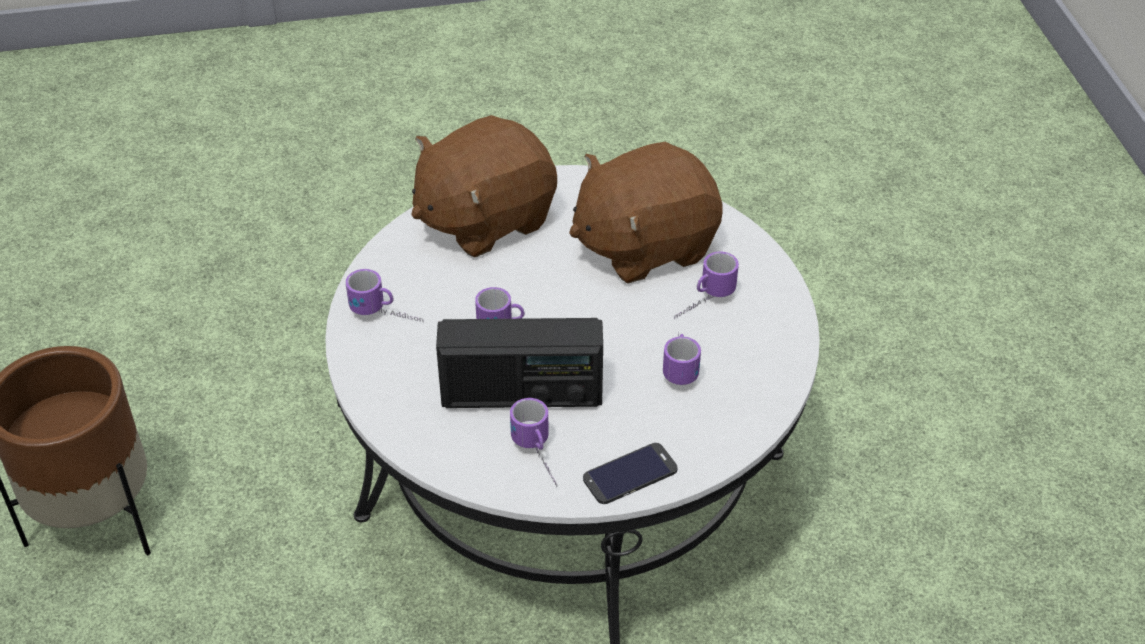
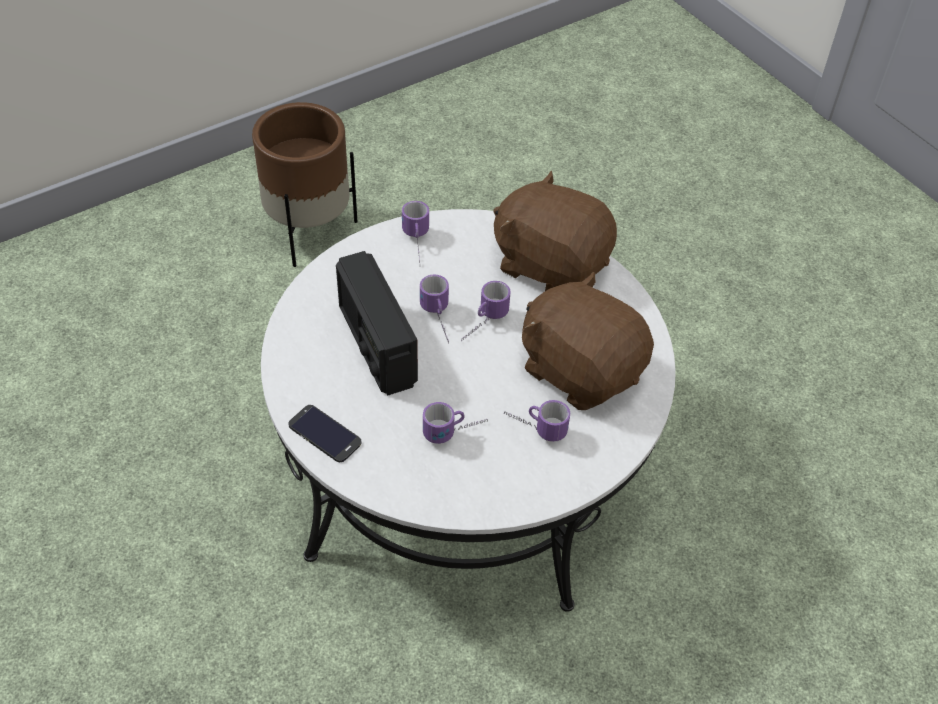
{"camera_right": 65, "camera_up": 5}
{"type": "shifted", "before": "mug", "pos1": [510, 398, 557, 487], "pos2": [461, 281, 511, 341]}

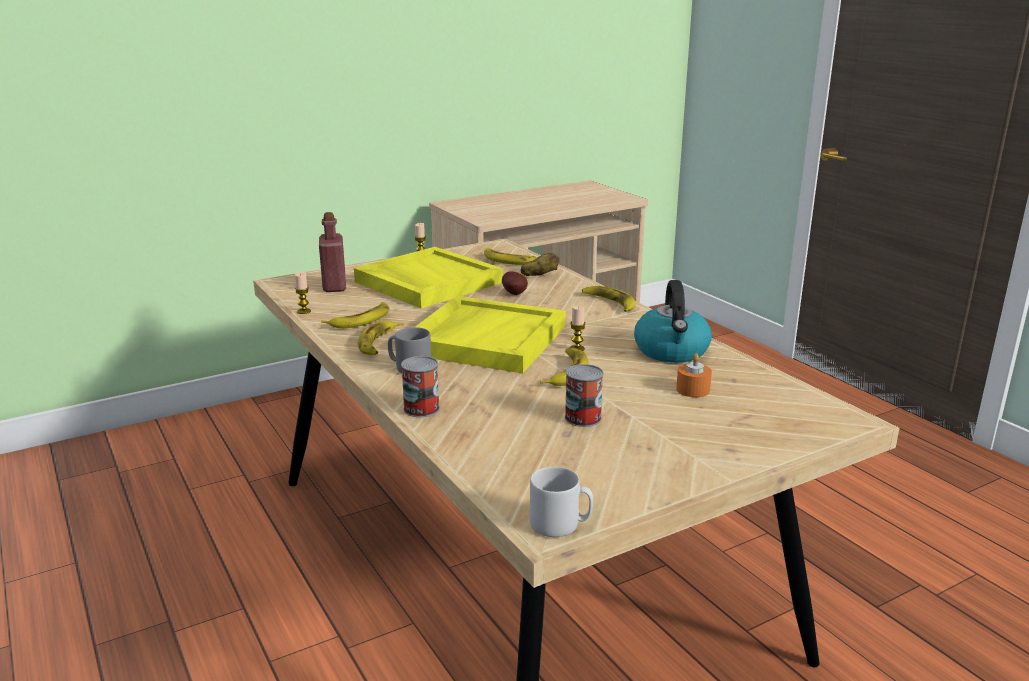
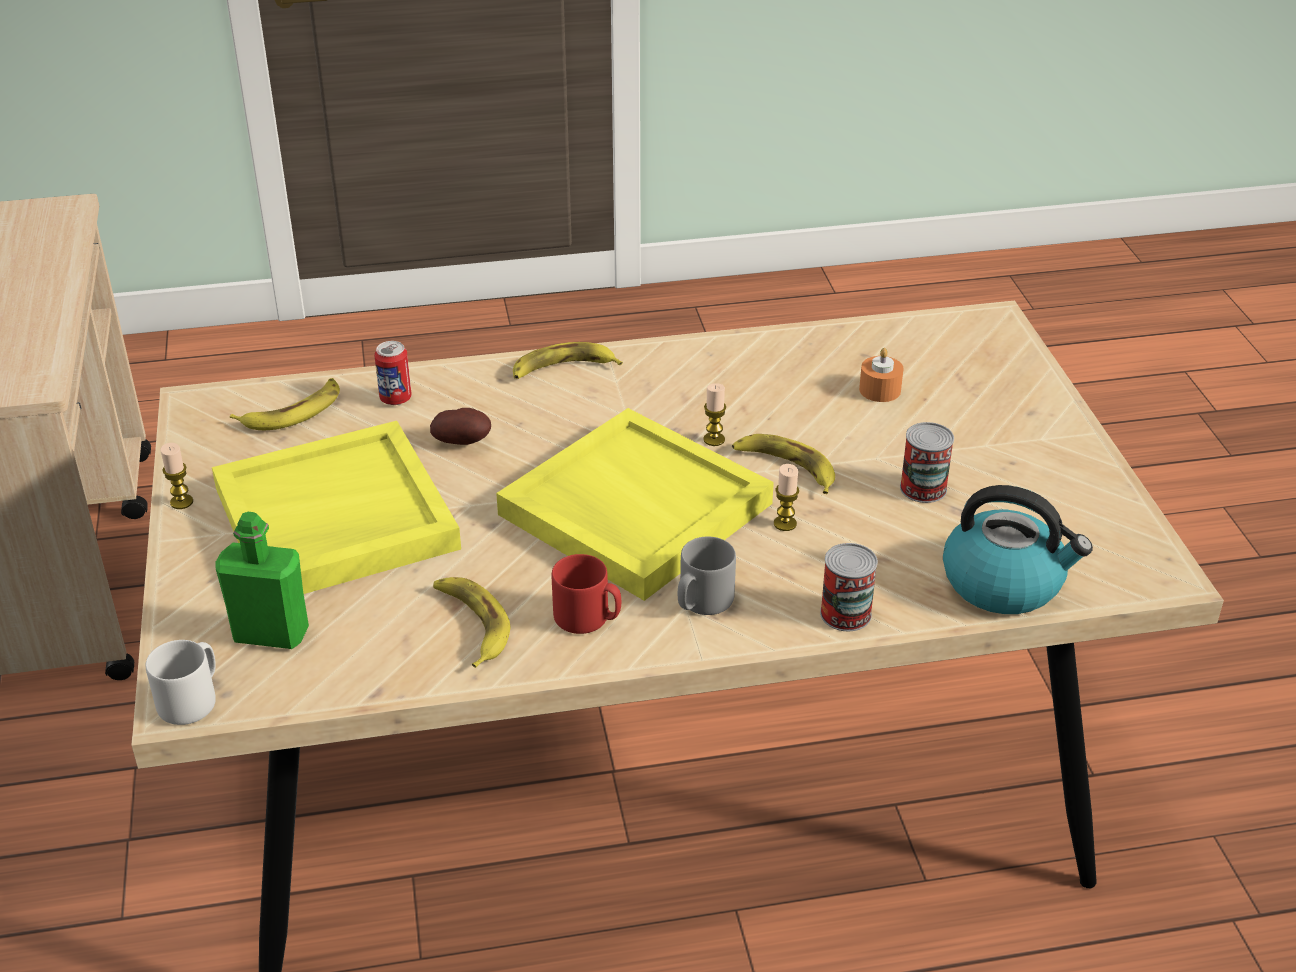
{"camera_right": -70, "camera_up": 15}
{"type": "shifted", "before": "wax light", "pos1": [295, 272, 311, 314], "pos2": [774, 464, 799, 531]}
{"type": "repainted", "before": "drink bottle (red-coloured)", "after": "drink bottle (green-coloured)", "pos1": [319, 212, 346, 292], "pos2": [215, 512, 309, 649]}
{"type": "swapped", "before": "whole banana", "after": "mug (red-coloured)", "pos1": [357, 321, 404, 355], "pos2": [552, 554, 621, 634]}
{"type": "swapped", "before": "spud", "after": "sealed can", "pos1": [521, 253, 560, 276], "pos2": [374, 341, 412, 405]}
{"type": "shifted", "before": "mug (gray)", "pos1": [530, 467, 593, 537], "pos2": [145, 640, 216, 725]}
{"type": "shifted", "before": "water kettle", "pos1": [634, 280, 712, 363], "pos2": [943, 485, 1093, 614]}

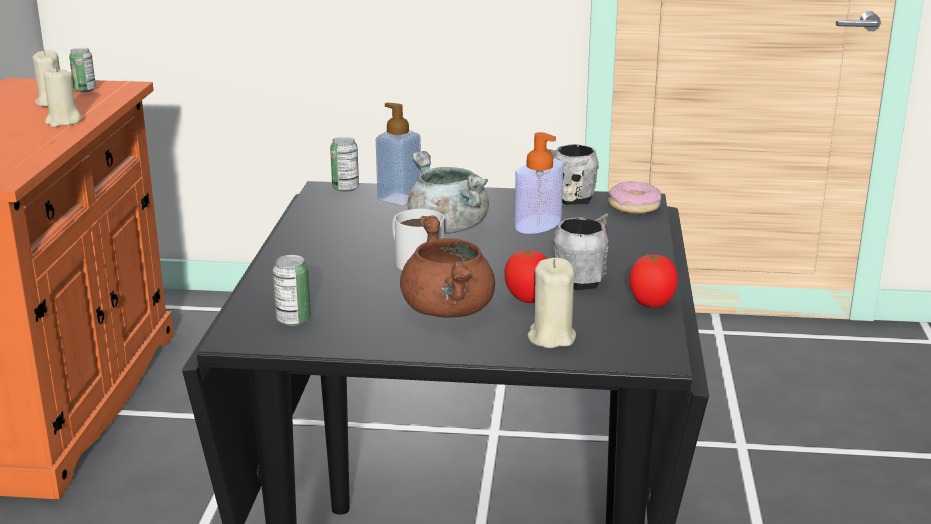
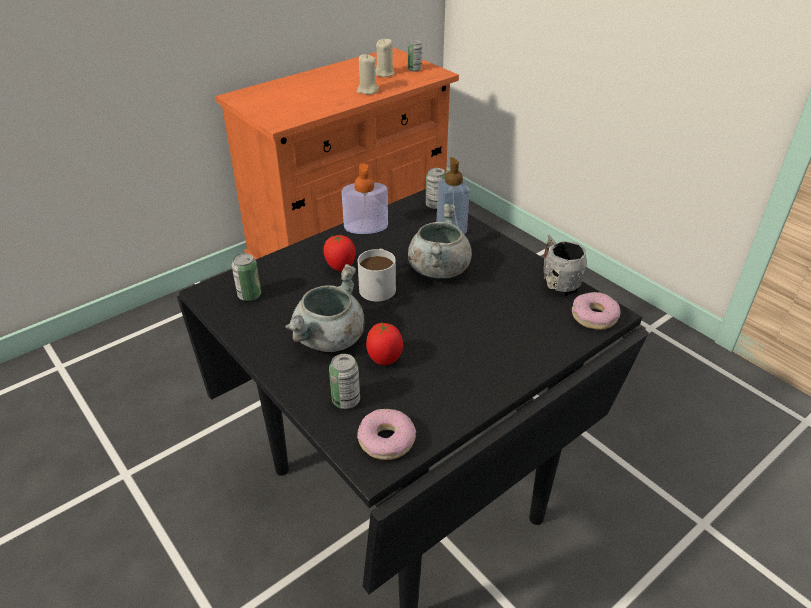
{"camera_right": 45, "camera_up": 15}
{"type": "repainted", "before": "saucepot (brownish)", "after": "saucepot (gray)", "pos1": [400, 215, 495, 318], "pos2": [285, 264, 365, 352]}
{"type": "shifted", "before": "soap bottle", "pos1": [515, 132, 563, 234], "pos2": [342, 164, 388, 234]}
{"type": "swapped", "before": "wax light (sand-coloured)", "after": "sealed can", "pos1": [528, 258, 576, 348], "pos2": [329, 354, 360, 409]}
{"type": "gone", "before": "mug (gray)", "pos1": [554, 214, 609, 290]}
{"type": "shifted", "before": "whole tomato", "pos1": [629, 254, 678, 307], "pos2": [323, 234, 356, 271]}
{"type": "new", "after": "doughnut", "pos2": [357, 409, 416, 460]}

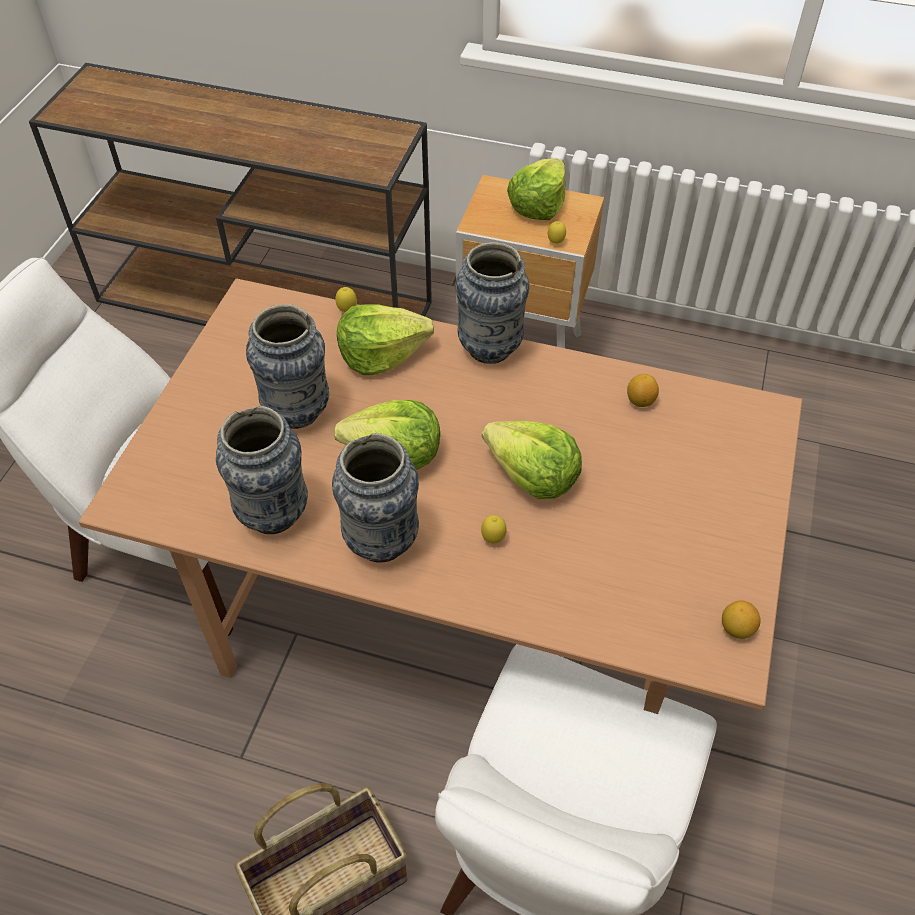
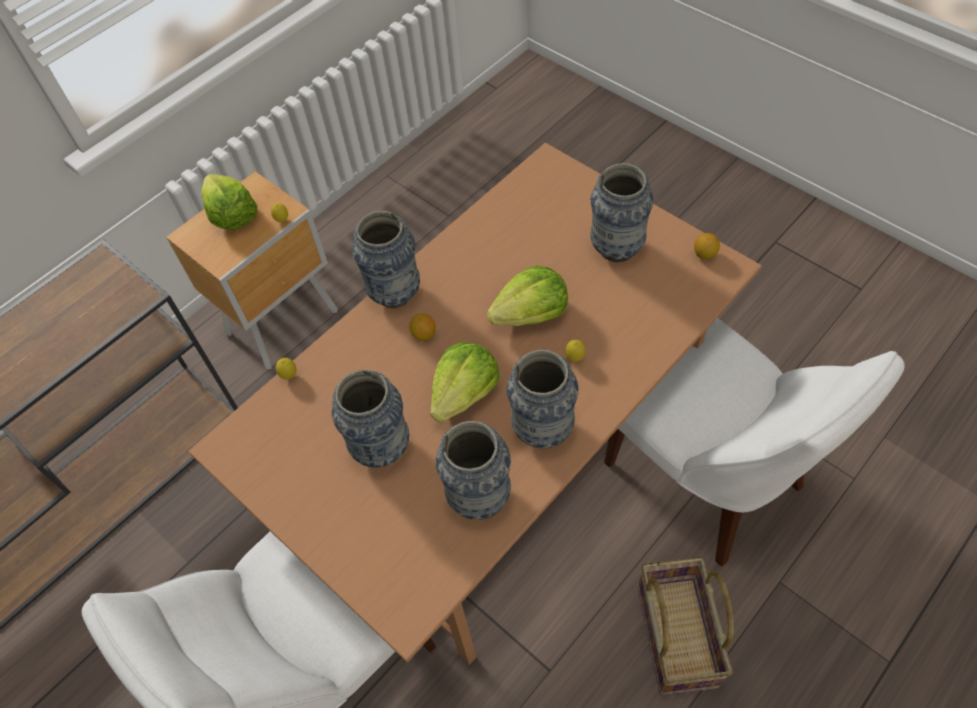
{"camera_right": -60, "camera_up": 5}
{"type": "gone", "before": "lettuce head", "pos1": [337, 304, 434, 375]}
{"type": "shifted", "before": "lemon", "pos1": [627, 374, 659, 407], "pos2": [409, 314, 436, 341]}
{"type": "new", "after": "decorative vase", "pos2": [590, 163, 653, 262]}

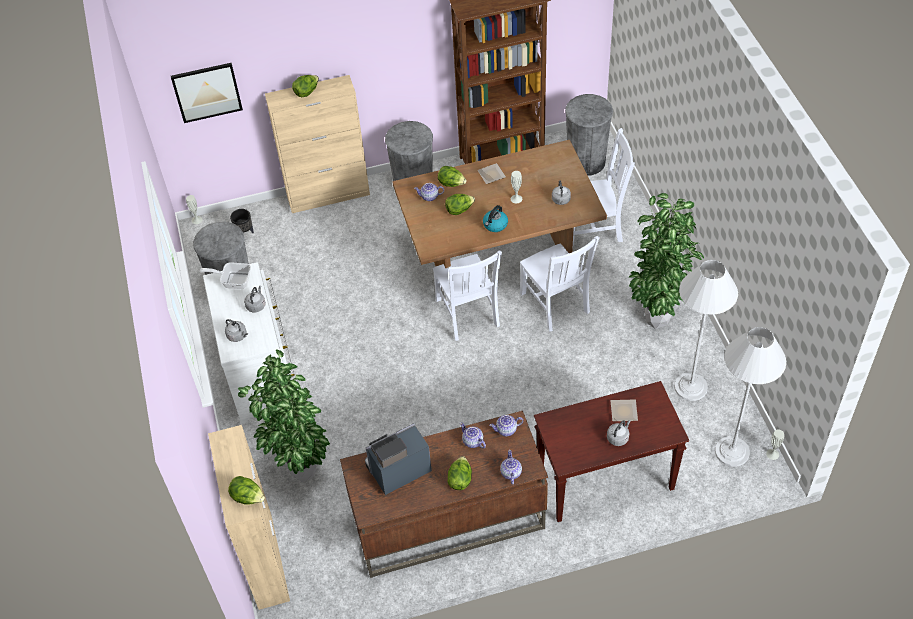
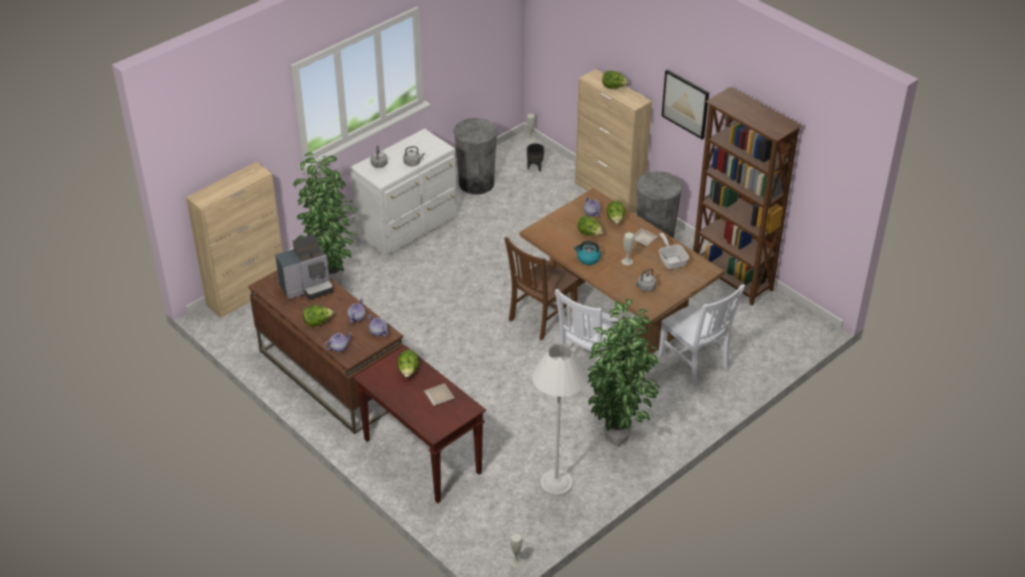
{"camera_right": 60, "camera_up": -10}
{"type": "shifted", "before": "wall picture", "pos1": [171, 63, 243, 123], "pos2": [662, 69, 709, 140]}
{"type": "shifted", "before": "frying pan", "pos1": [200, 262, 251, 289], "pos2": [659, 233, 689, 269]}
{"type": "shifted", "before": "lettuce head", "pos1": [228, 476, 265, 505], "pos2": [398, 350, 418, 377]}
{"type": "rotated", "before": "coffee maker", "pos1": [365, 423, 432, 495], "pos2": [275, 234, 333, 300], "turn": 120}
{"type": "repainted", "before": "upright chair (whitish)", "after": "upright chair (brownish)", "pos1": [433, 250, 502, 341], "pos2": [504, 237, 578, 340]}
{"type": "gone", "before": "rubbish bin (gray)", "pos1": [565, 94, 613, 176]}
{"type": "gone", "before": "water kettle (gray)", "pos1": [607, 420, 631, 446]}
{"type": "gone", "before": "floor lamp (whitish)", "pos1": [715, 327, 786, 467]}

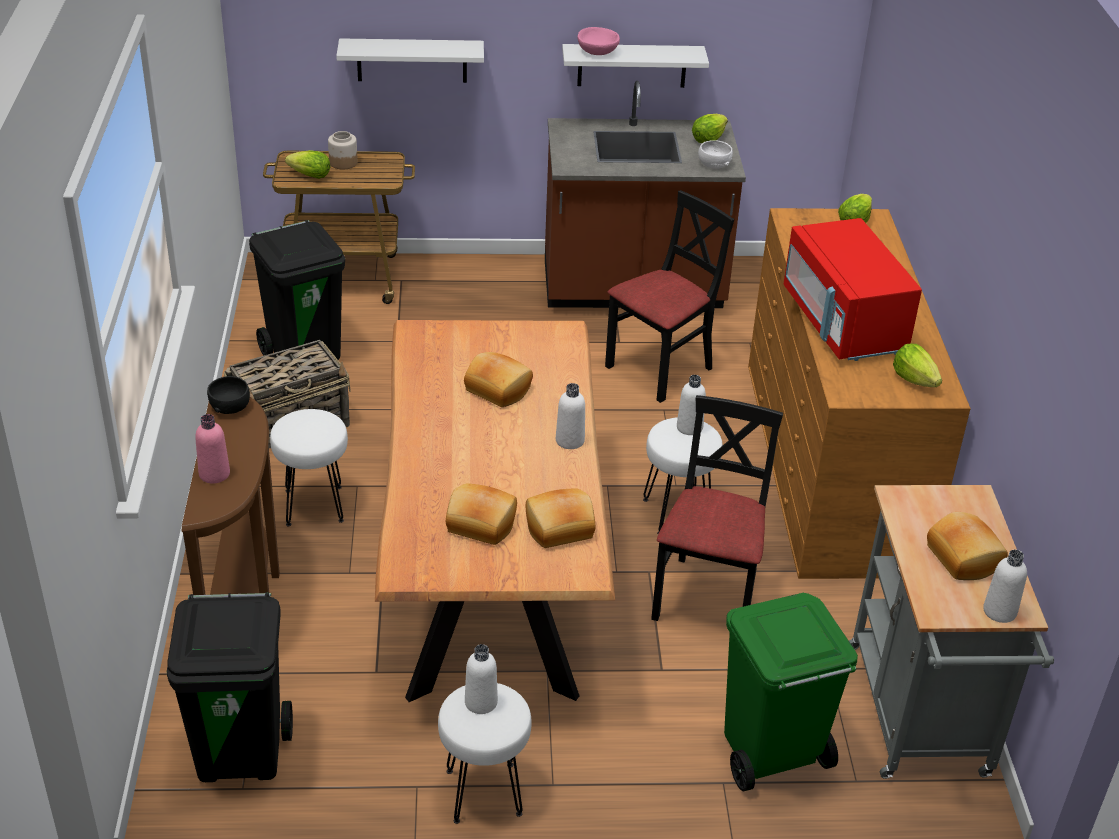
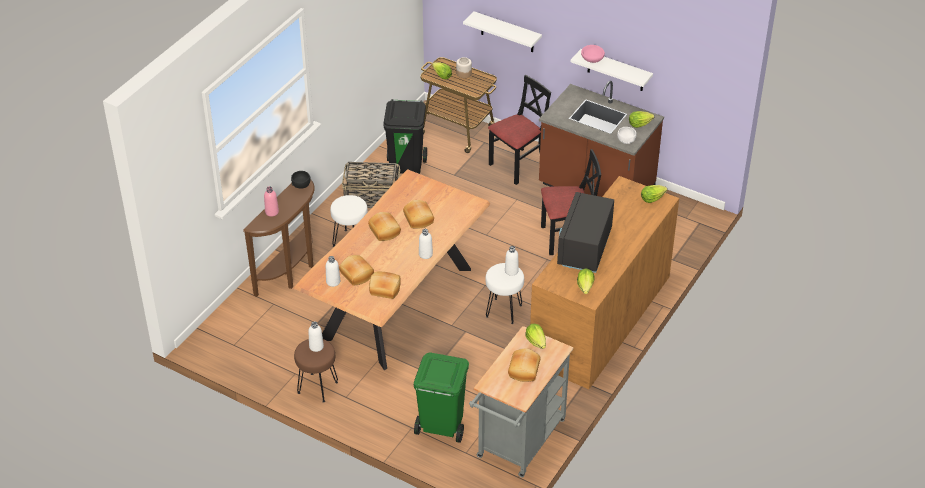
{"camera_right": 35, "camera_up": 5}
{"type": "gone", "before": "rubbish bin (black-coloured)", "pos1": [167, 592, 293, 782]}
{"type": "repainted", "before": "sitting stool (whitish)", "after": "sitting stool (brownish)", "pos1": [438, 683, 532, 824], "pos2": [294, 339, 338, 403]}
{"type": "shifted", "before": "upright chair (black-coloured)", "pos1": [651, 395, 783, 621], "pos2": [488, 75, 551, 185]}
{"type": "repainted", "before": "kitchen microwave (red-coloured)", "after": "kitchen microwave (black-coloured)", "pos1": [783, 218, 922, 361], "pos2": [557, 192, 614, 273]}
{"type": "shifted", "before": "drink bottle (whitish)", "pos1": [983, 550, 1027, 623], "pos2": [326, 256, 340, 287]}
{"type": "new", "after": "bread", "pos2": [368, 212, 401, 241]}
{"type": "new", "after": "lettuce head", "pos2": [526, 324, 546, 349]}

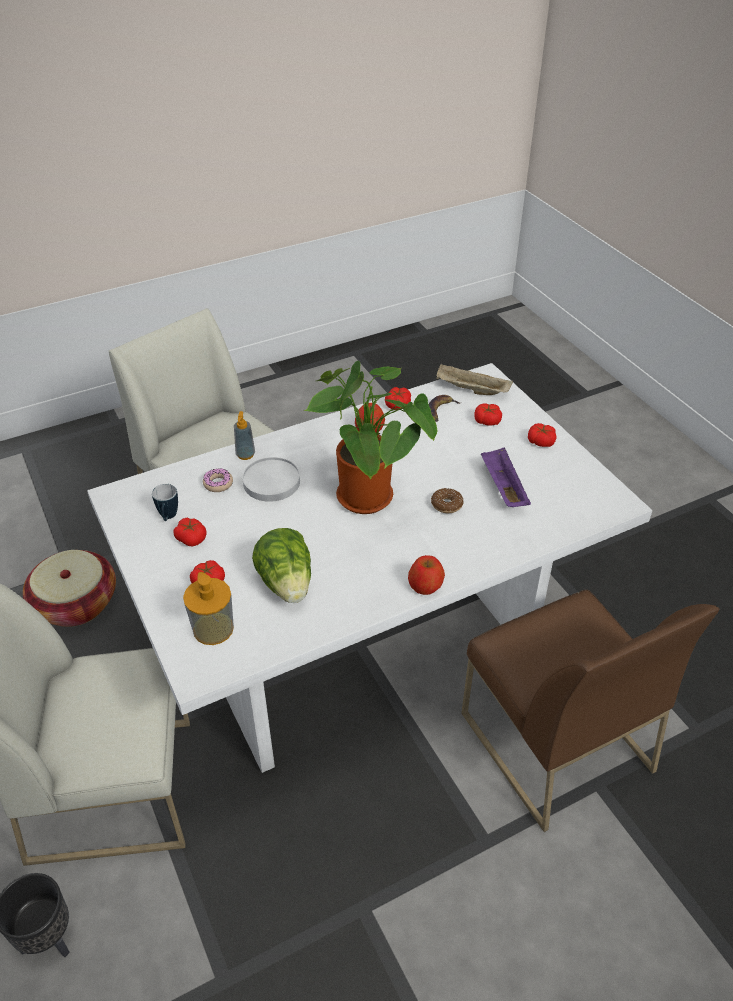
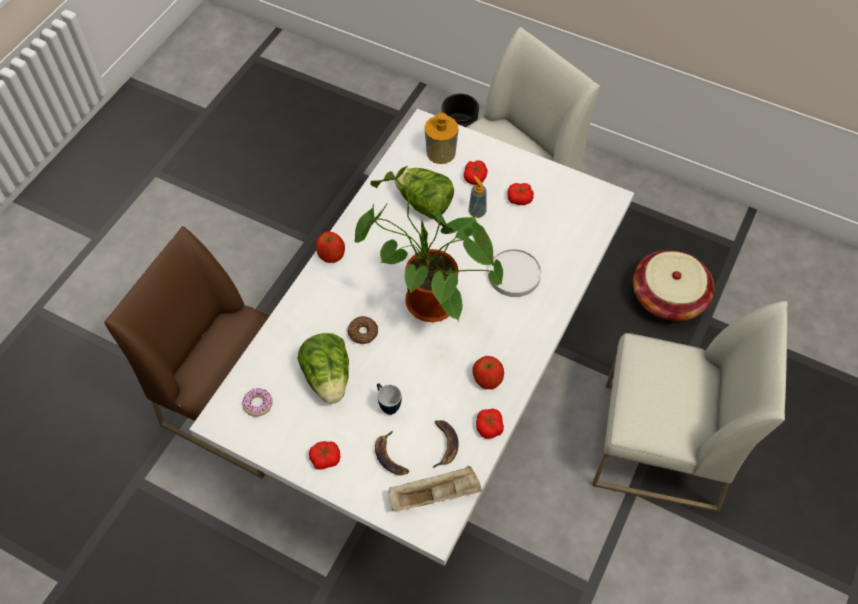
{"camera_right": 145, "camera_up": 15}
{"type": "shifted", "before": "mug", "pos1": [152, 484, 178, 521], "pos2": [377, 383, 402, 415]}
{"type": "shifted", "before": "doughnut", "pos1": [203, 468, 233, 492], "pos2": [242, 388, 273, 417]}
{"type": "shifted", "before": "soap bottle", "pos1": [234, 411, 255, 460], "pos2": [469, 176, 487, 218]}
{"type": "swapped", "before": "whole tomato", "after": "whole banana", "pos1": [474, 403, 502, 426], "pos2": [375, 430, 409, 475]}
{"type": "swapped", "before": "serving tray (purplish)", "after": "lettuce head", "pos1": [481, 447, 531, 507], "pos2": [297, 333, 349, 404]}

